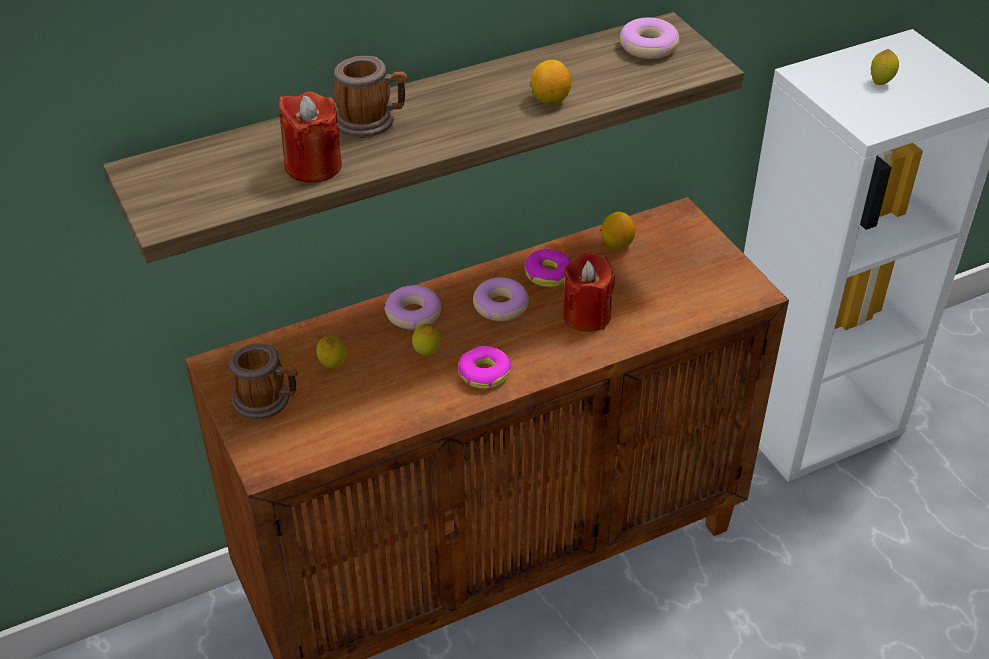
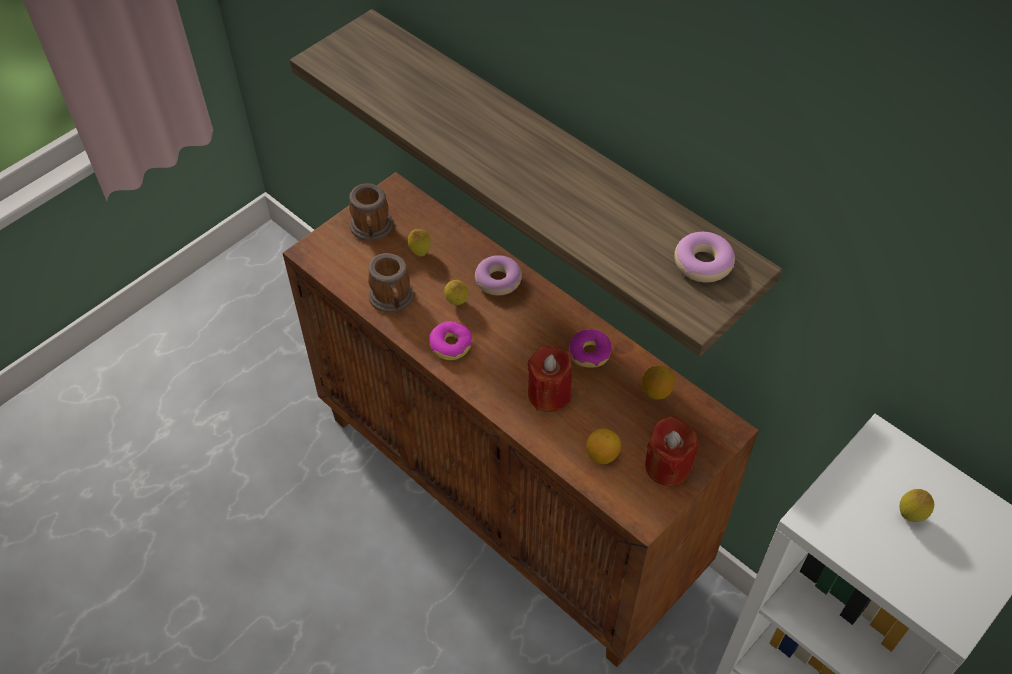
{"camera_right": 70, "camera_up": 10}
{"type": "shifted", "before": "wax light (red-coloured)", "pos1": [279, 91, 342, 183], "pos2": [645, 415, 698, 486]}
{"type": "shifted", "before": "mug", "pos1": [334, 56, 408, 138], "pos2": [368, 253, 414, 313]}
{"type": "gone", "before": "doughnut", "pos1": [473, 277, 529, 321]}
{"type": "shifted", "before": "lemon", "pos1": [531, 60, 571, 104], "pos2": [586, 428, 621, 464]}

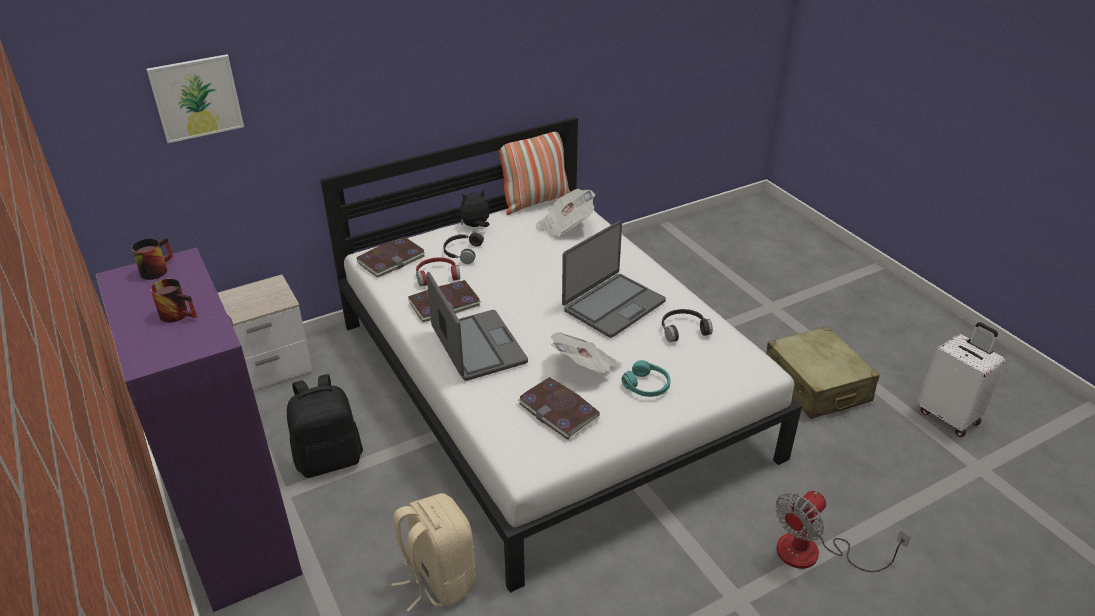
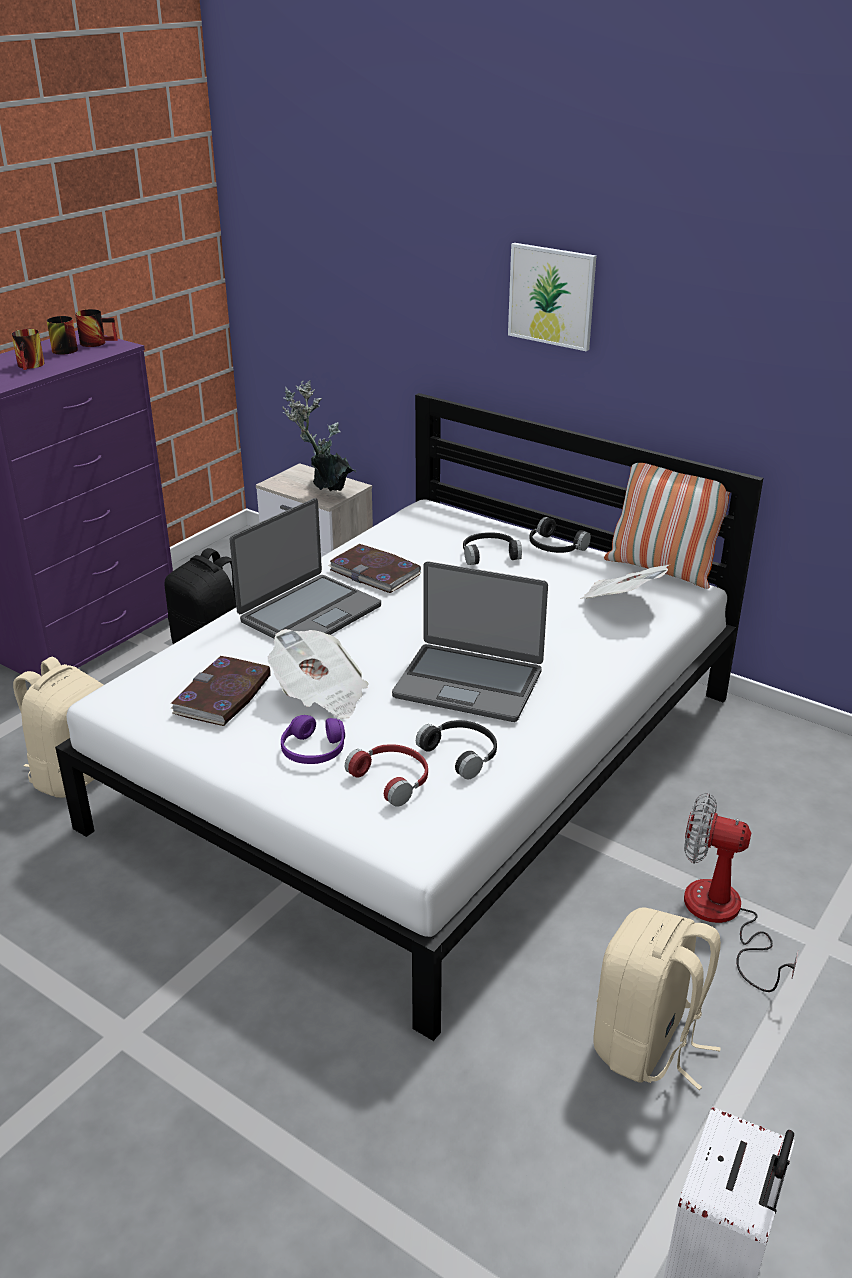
{"camera_right": 65, "camera_up": -5}
{"type": "shifted", "before": "wall picture", "pos1": [146, 54, 244, 143], "pos2": [508, 243, 596, 351]}
{"type": "gone", "before": "volume", "pos1": [356, 237, 425, 278]}
{"type": "shifted", "before": "pair of headphones (red-coloured)", "pos1": [416, 257, 460, 287], "pos2": [345, 744, 428, 807]}
{"type": "swapped", "before": "plush toy", "after": "pair of headphones (black-coloured)", "pos1": [459, 189, 490, 227], "pos2": [529, 517, 591, 553]}
{"type": "repainted", "before": "pair of headphones (turquoise-coloured)", "after": "pair of headphones (purplish)", "pos1": [622, 360, 670, 397], "pos2": [281, 715, 345, 764]}
{"type": "swapped", "before": "travel case (sand-coloured)", "after": "rucksack (sand-coloured)", "pos1": [766, 326, 880, 419], "pos2": [594, 907, 721, 1090]}
{"type": "shifted", "before": "electric fan", "pos1": [775, 491, 911, 572], "pos2": [684, 793, 798, 992]}
{"type": "new", "after": "mug", "pos2": [47, 316, 78, 355]}
{"type": "new", "after": "potted plant", "pos2": [282, 380, 356, 491]}

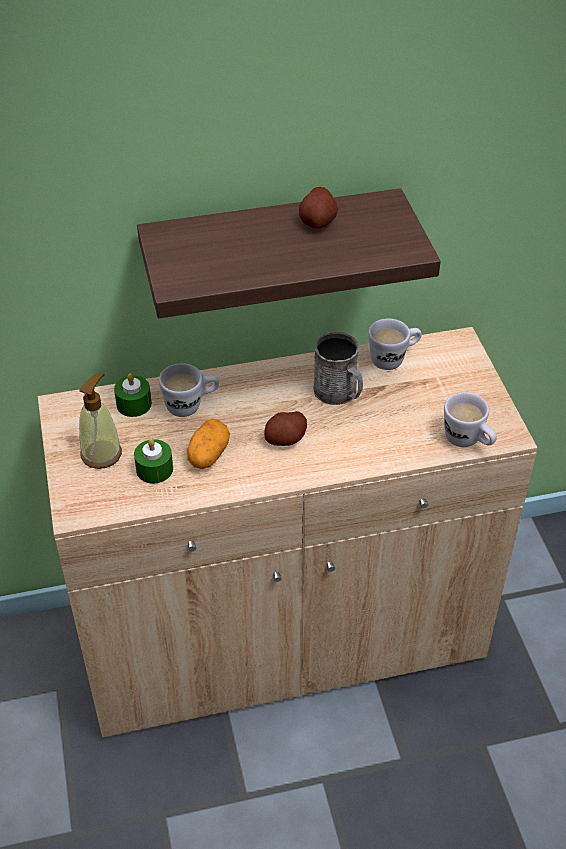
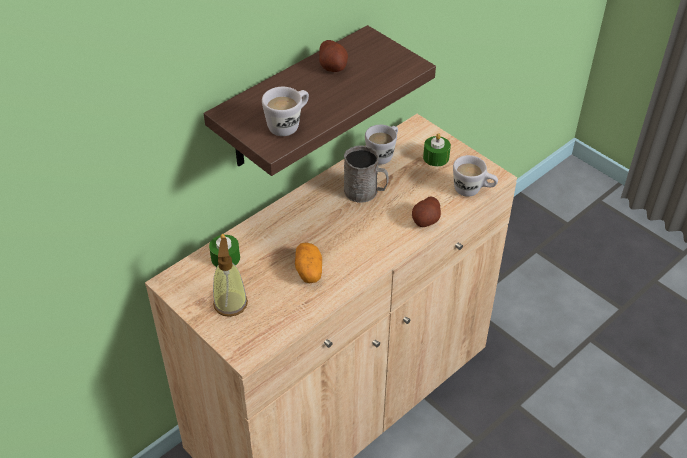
{"camera_right": -30, "camera_up": 0}
{"type": "shifted", "before": "wax light (green-coloured)", "pos1": [134, 438, 173, 484], "pos2": [423, 133, 451, 166]}
{"type": "shifted", "before": "mug (whitish)", "pos1": [159, 363, 219, 417], "pos2": [262, 87, 309, 136]}
{"type": "shifted", "before": "spud", "pos1": [264, 411, 307, 446], "pos2": [412, 197, 441, 227]}

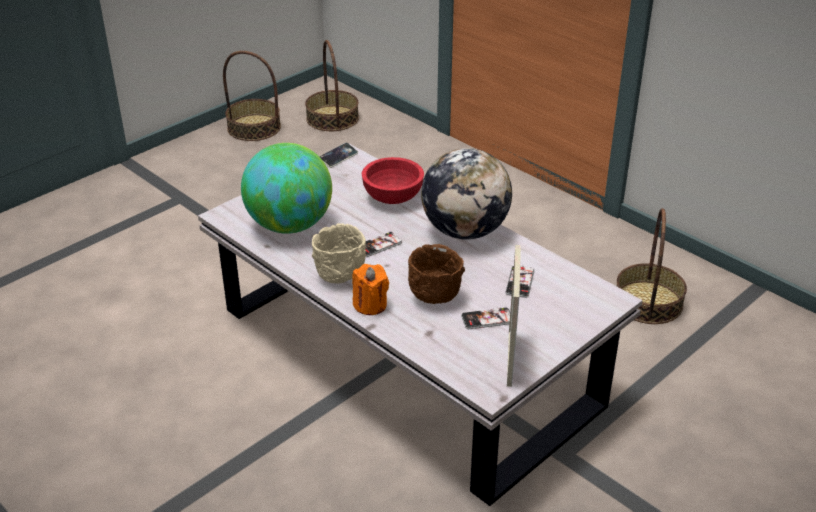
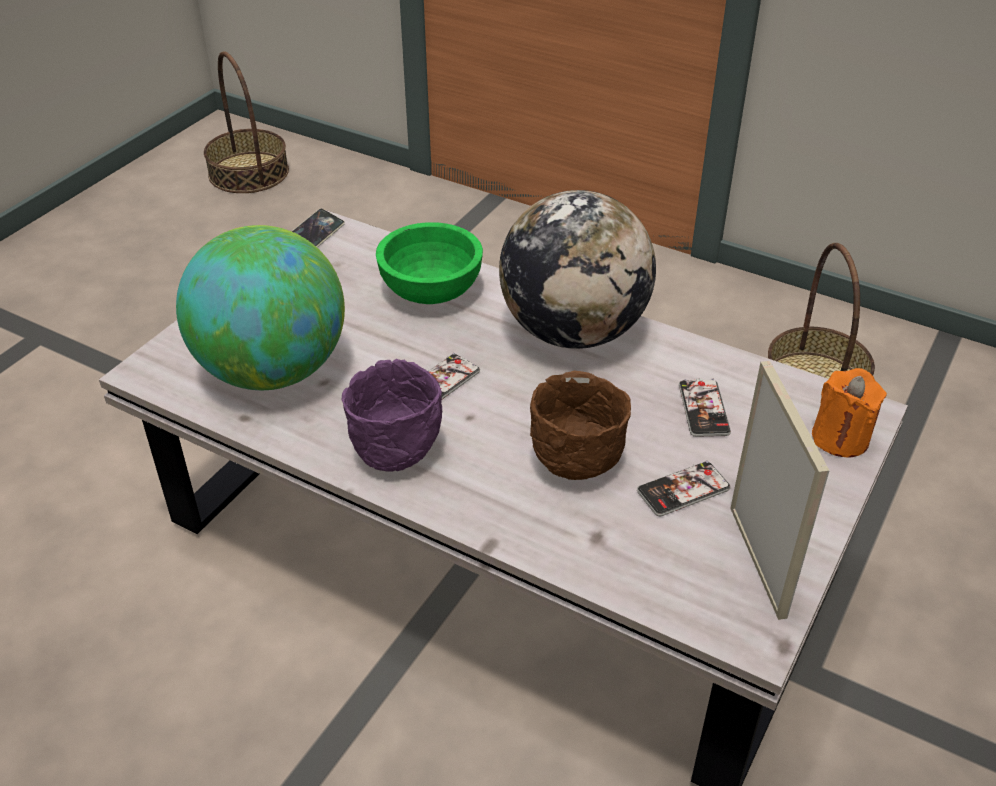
{"camera_right": -15, "camera_up": 5}
{"type": "gone", "before": "household basket", "pos1": [223, 51, 281, 141]}
{"type": "repainted", "before": "bowl (sand-coloured)", "after": "bowl (purplish)", "pos1": [312, 223, 366, 284], "pos2": [342, 359, 442, 472]}
{"type": "shifted", "before": "wax light (orange-coloured)", "pos1": [352, 264, 389, 315], "pos2": [812, 368, 887, 458]}
{"type": "repainted", "before": "bowl (red-coloured)", "after": "bowl (green-coloured)", "pos1": [362, 157, 424, 204], "pos2": [376, 222, 483, 304]}

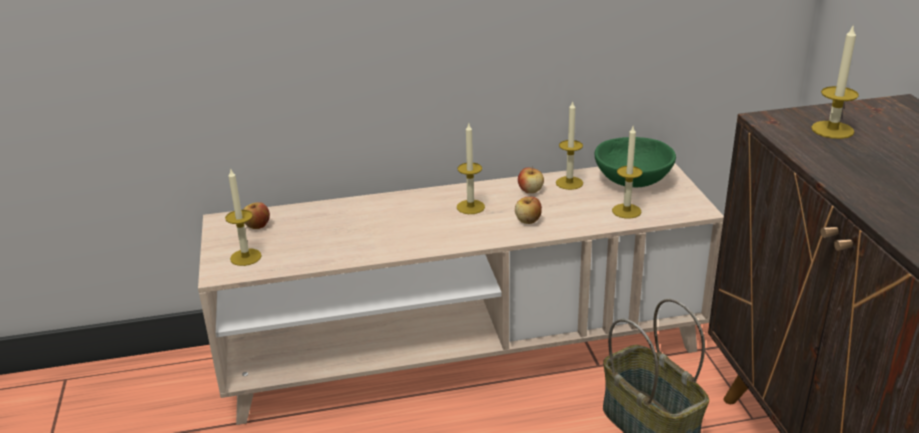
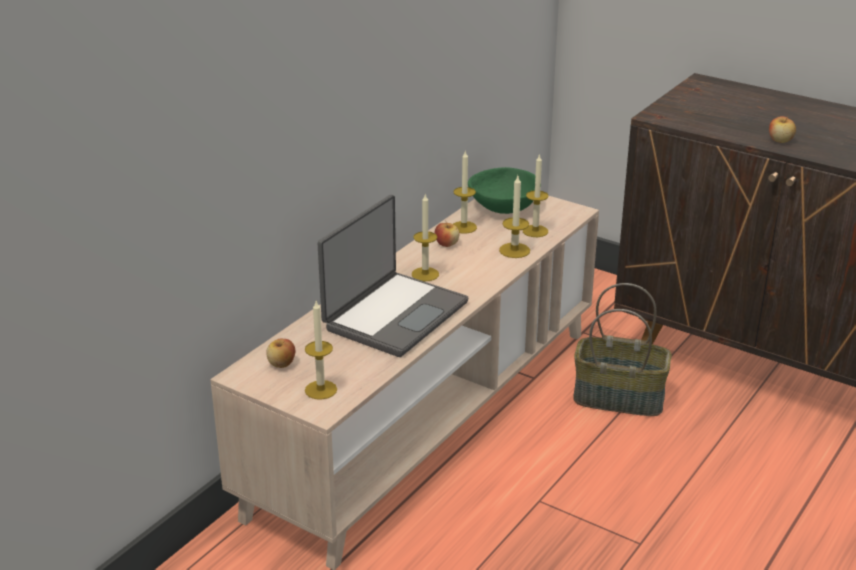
{"camera_right": -45, "camera_up": 0}
{"type": "shifted", "before": "whole apple", "pos1": [515, 197, 542, 224], "pos2": [769, 116, 796, 143]}
{"type": "shifted", "before": "wax light", "pos1": [811, 26, 859, 139], "pos2": [499, 176, 530, 258]}
{"type": "new", "after": "notebook computer", "pos2": [318, 195, 469, 357]}

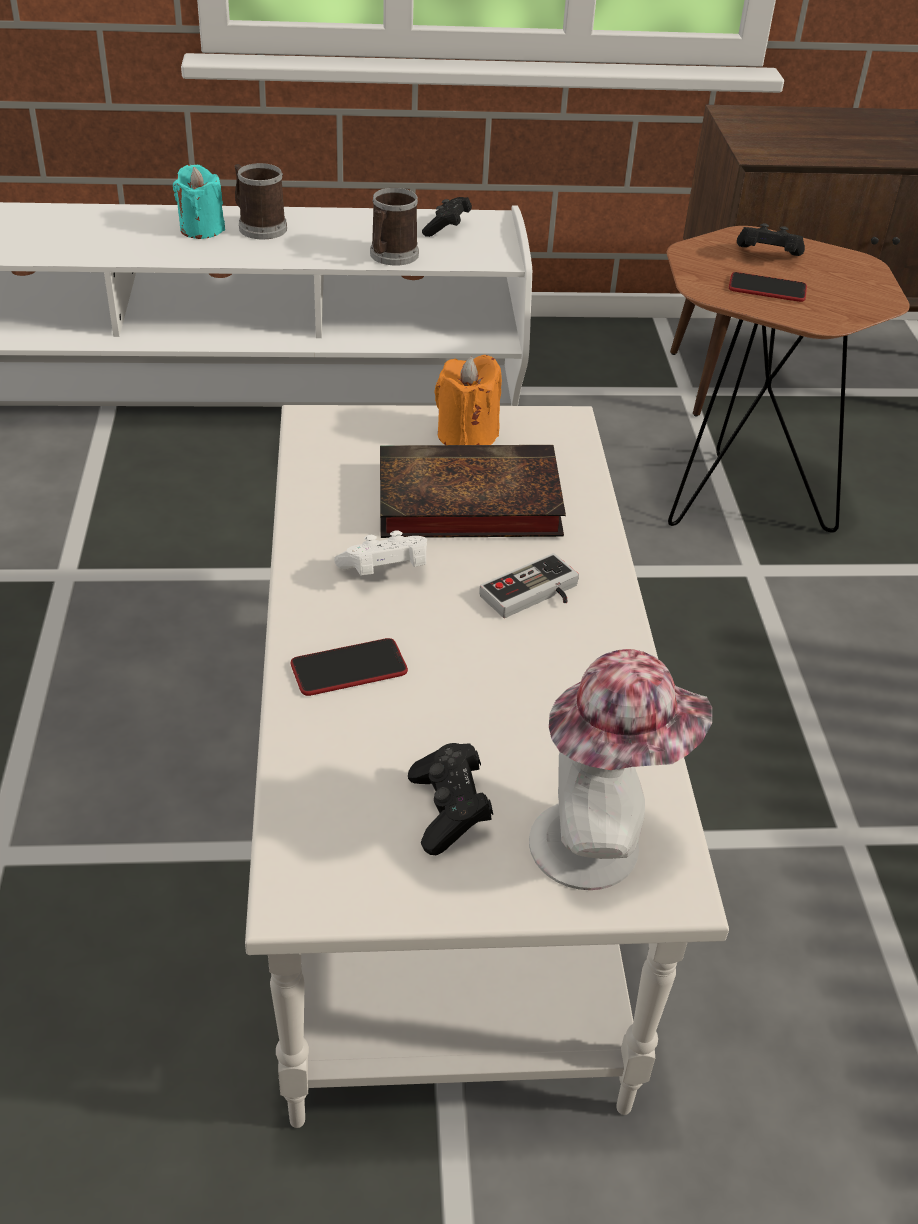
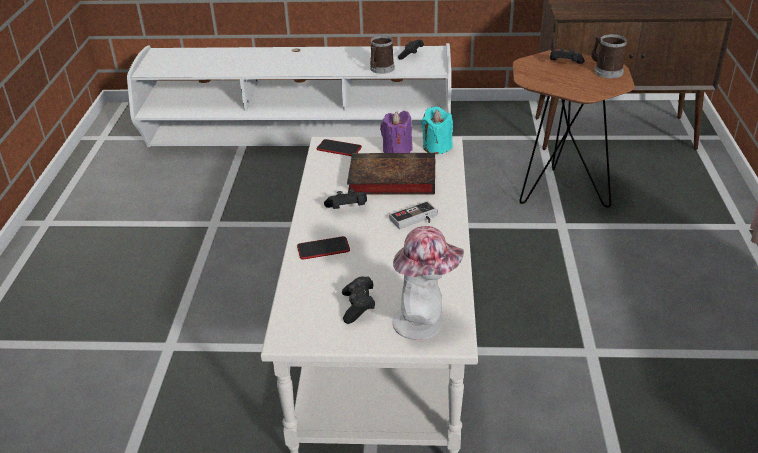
{"camera_right": 10, "camera_up": -5}
{"type": "shifted", "before": "wax light (turquoise-coloured)", "pos1": [173, 165, 225, 239], "pos2": [421, 107, 453, 154]}
{"type": "shifted", "before": "mug", "pos1": [235, 163, 287, 239], "pos2": [591, 34, 627, 78]}
{"type": "repainted", "before": "joypad (whitish)", "after": "joypad (black-coloured)", "pos1": [334, 530, 427, 575], "pos2": [324, 189, 367, 209]}
{"type": "repainted", "before": "wax light (orange-coloured)", "after": "wax light (purplish)", "pos1": [434, 355, 502, 445], "pos2": [380, 111, 413, 153]}
{"type": "shifted", "before": "phone", "pos1": [729, 272, 807, 302], "pos2": [317, 139, 362, 156]}

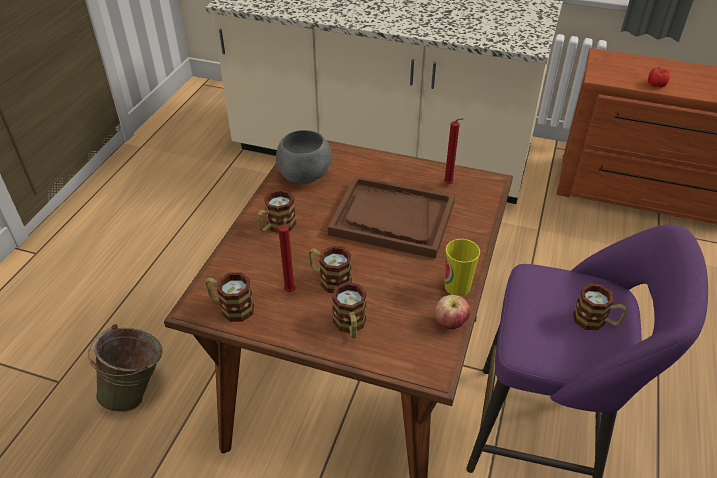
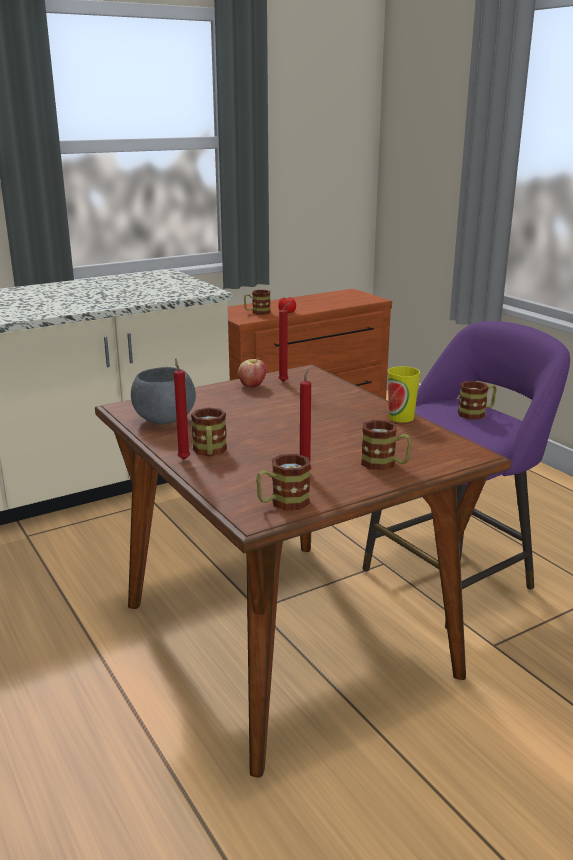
{"camera_right": -50, "camera_up": -20}
{"type": "gone", "before": "bucket (green-coloured)", "pos1": [89, 324, 163, 413]}
{"type": "shifted", "before": "mug", "pos1": [309, 246, 352, 293], "pos2": [244, 290, 271, 315]}
{"type": "gone", "before": "serving tray (brownish)", "pos1": [328, 176, 455, 259]}
{"type": "shifted", "before": "whole apple", "pos1": [435, 295, 470, 329], "pos2": [238, 358, 266, 387]}
{"type": "new", "after": "wax light (red-coloured)", "pos2": [174, 358, 190, 460]}

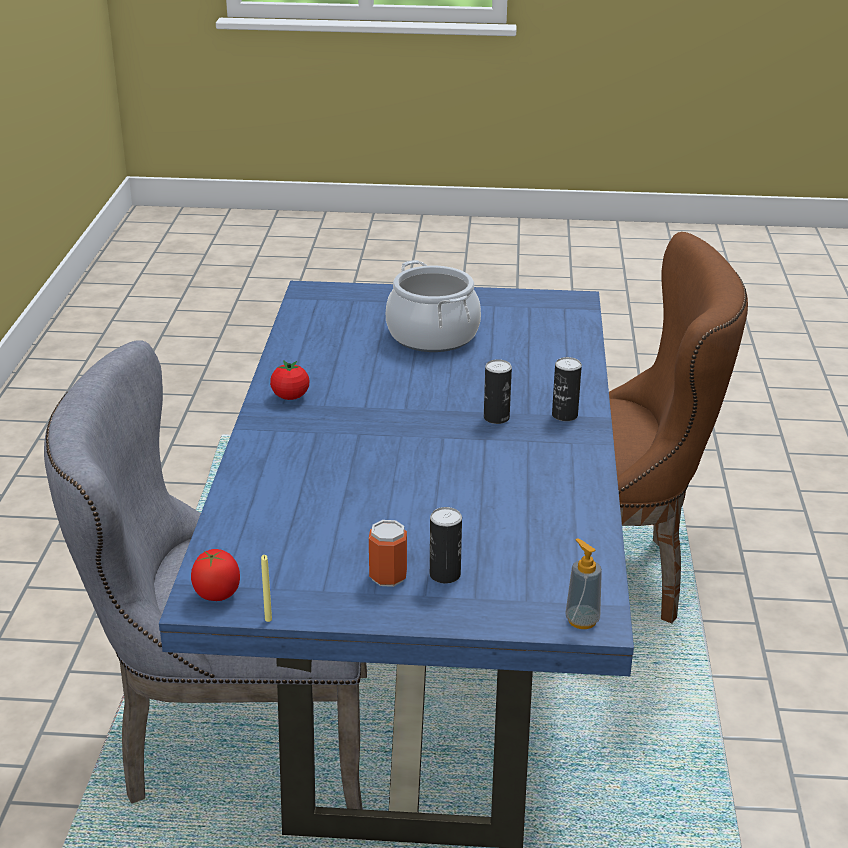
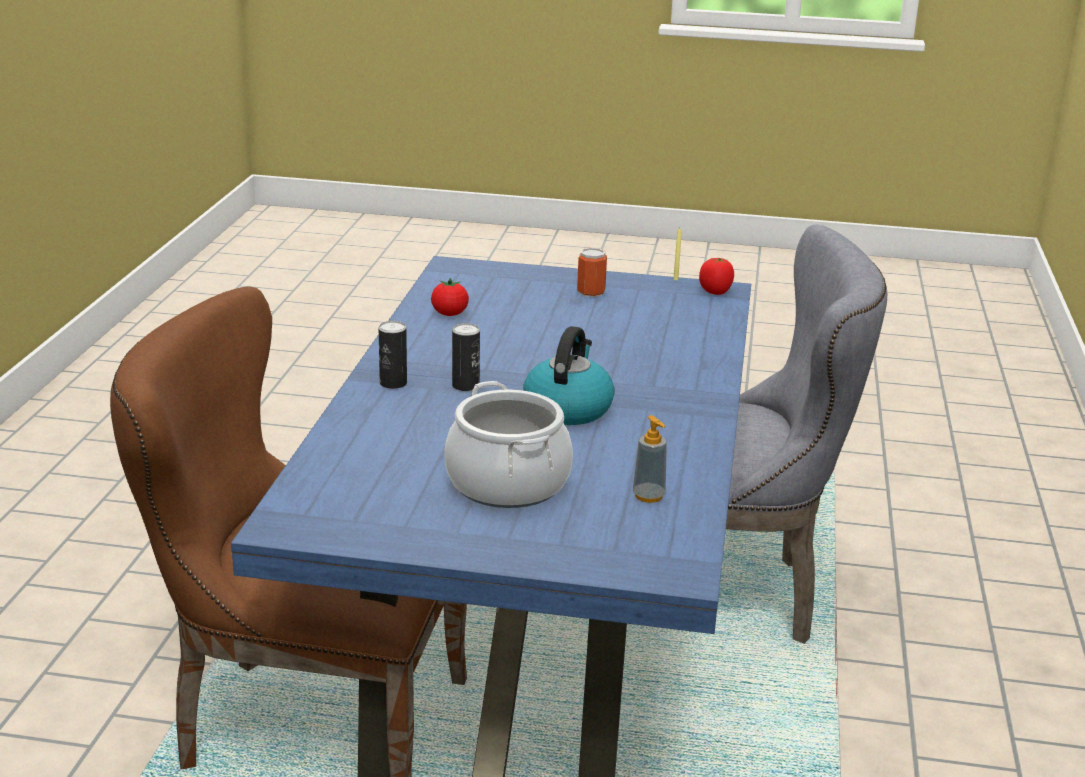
{"camera_right": -175, "camera_up": -5}
{"type": "shifted", "before": "whole tomato", "pos1": [270, 360, 309, 400], "pos2": [431, 278, 469, 316]}
{"type": "gone", "before": "sealed can", "pos1": [430, 507, 462, 583]}
{"type": "shifted", "before": "soap bottle", "pos1": [565, 538, 602, 629], "pos2": [633, 415, 667, 503]}
{"type": "new", "after": "water kettle", "pos2": [523, 326, 615, 425]}

